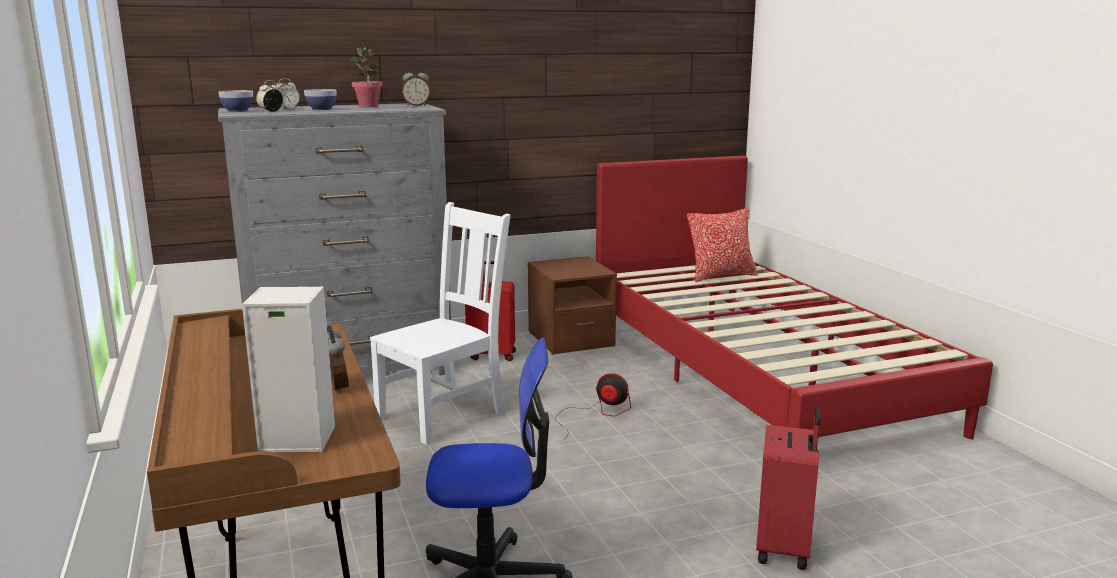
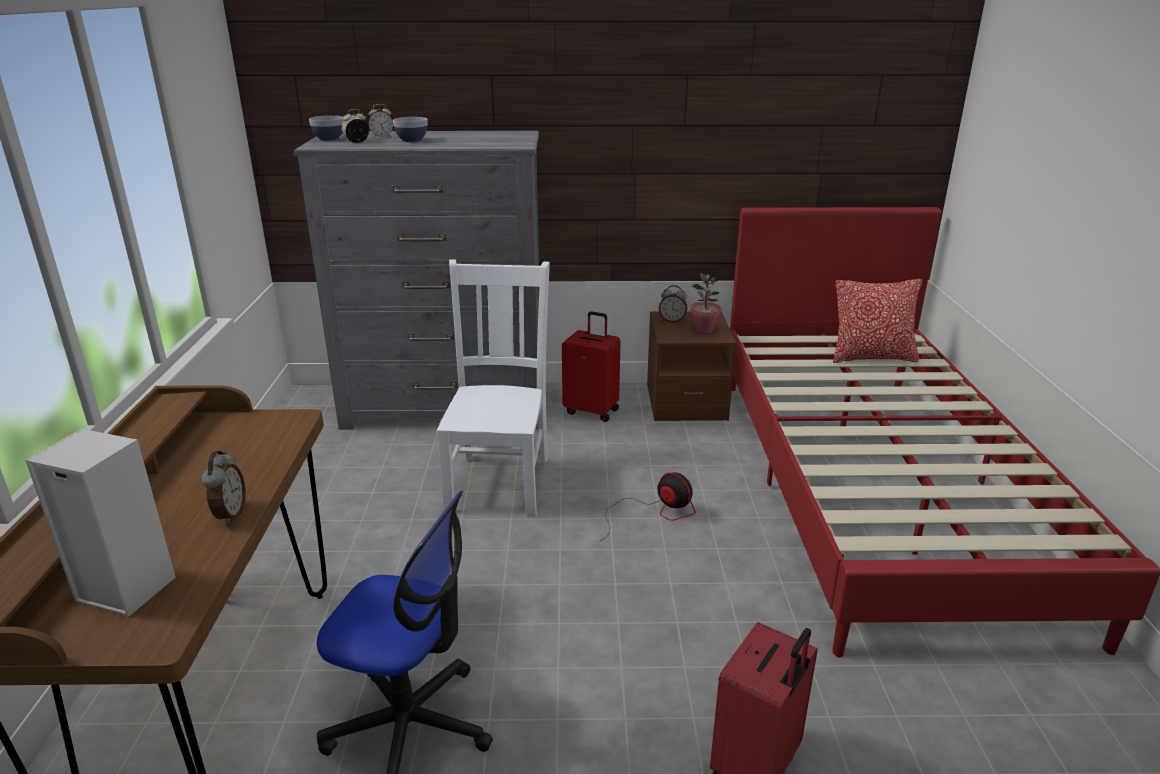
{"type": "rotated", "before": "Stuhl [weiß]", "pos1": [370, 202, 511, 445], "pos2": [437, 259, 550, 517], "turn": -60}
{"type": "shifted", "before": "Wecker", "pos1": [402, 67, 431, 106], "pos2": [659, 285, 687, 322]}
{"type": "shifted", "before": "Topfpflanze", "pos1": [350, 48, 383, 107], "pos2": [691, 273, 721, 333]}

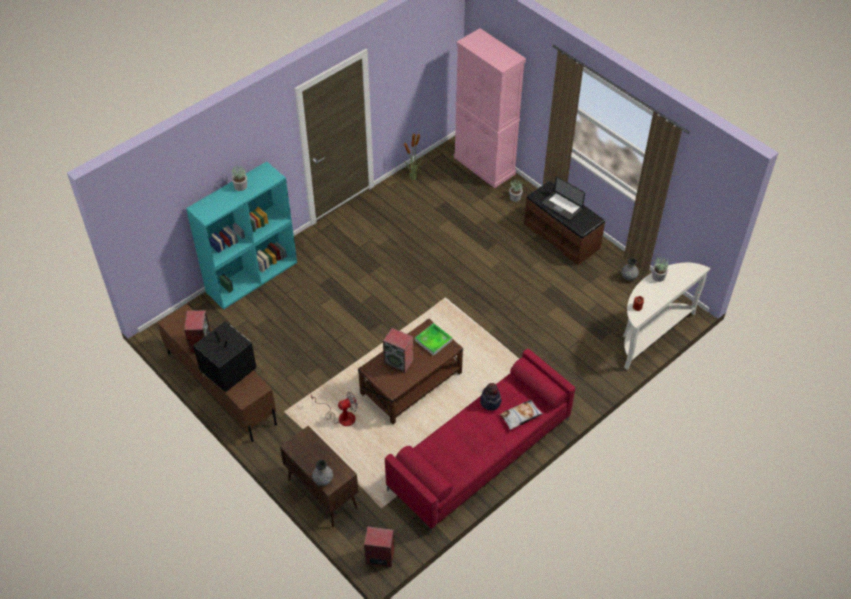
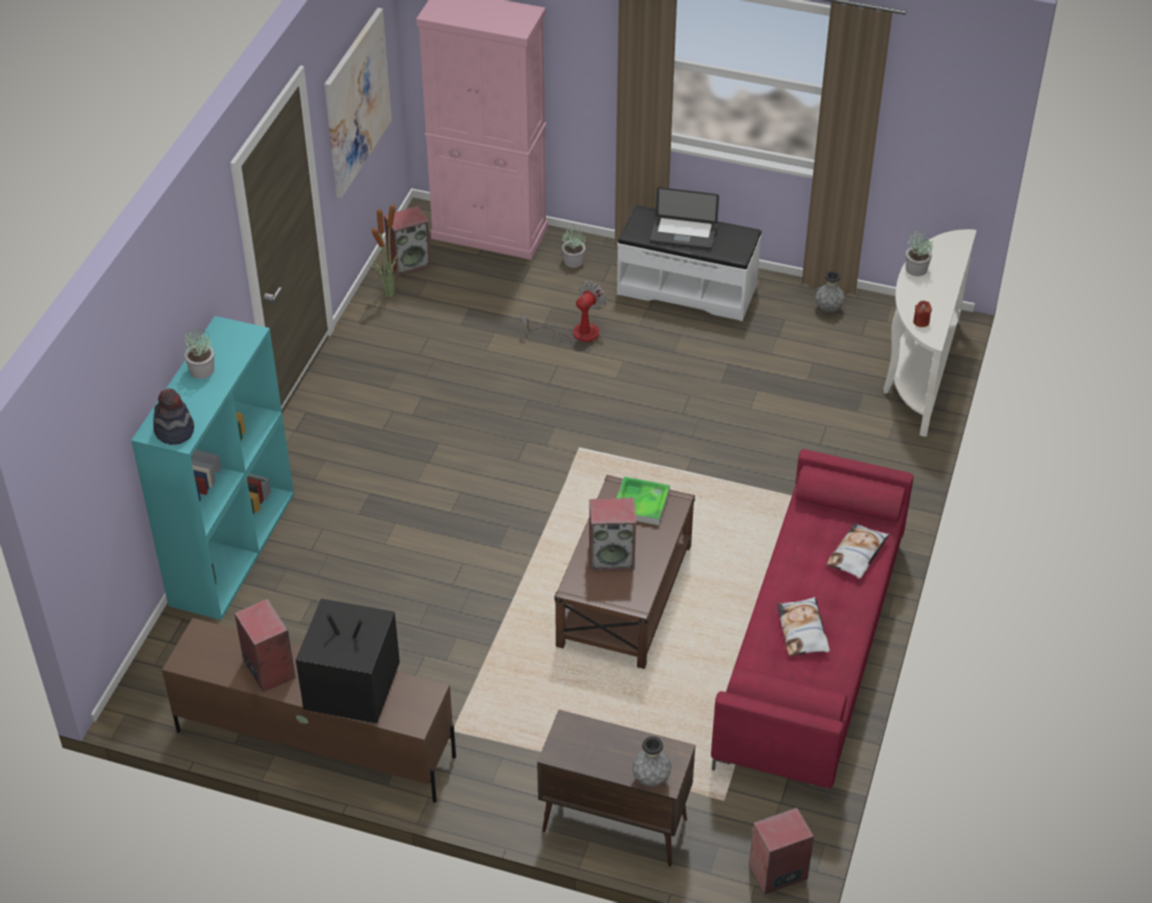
{"type": "shifted", "before": "Hut", "pos1": [480, 383, 501, 411], "pos2": [153, 389, 194, 445]}
{"type": "new", "after": "Bild", "pos2": [325, 8, 392, 198]}
{"type": "new", "after": "Lautsprecher", "pos2": [384, 206, 431, 276]}
{"type": "shifted", "before": "Ventilator", "pos1": [311, 392, 358, 426], "pos2": [522, 281, 607, 344]}
{"type": "repainted", "before": "Bank [braun]", "after": "Bank [weiß]", "pos1": [524, 181, 605, 265], "pos2": [617, 205, 762, 321]}
{"type": "new", "after": "Kissen", "pos2": [777, 597, 830, 656]}

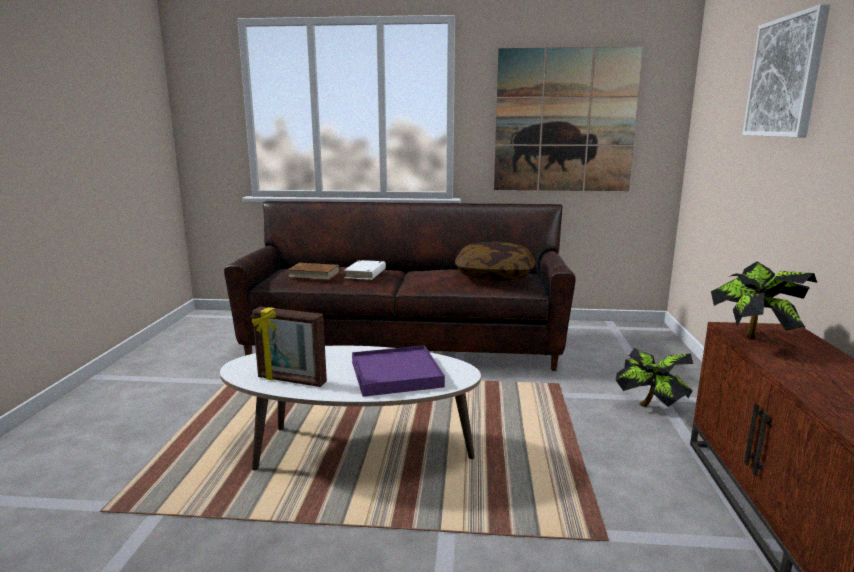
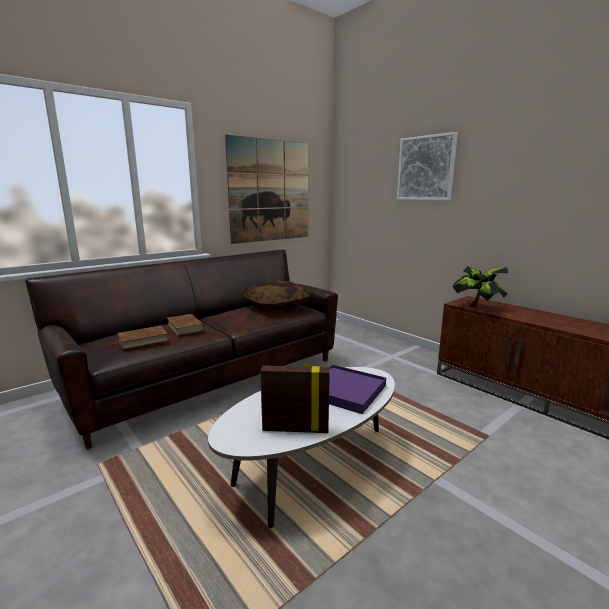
{"type": "repainted", "before": "Buch [weiß]", "after": "Buch [braun]", "pos1": [344, 260, 386, 280], "pos2": [167, 314, 204, 336]}
{"type": "rotated", "before": "Bilderrahmen", "pos1": [252, 307, 327, 387], "pos2": [260, 363, 330, 433], "turn": -150}
{"type": "gone", "before": "Topfpflanze", "pos1": [616, 348, 693, 407]}

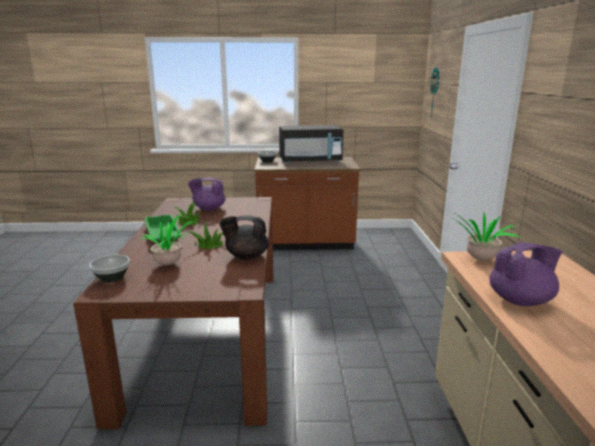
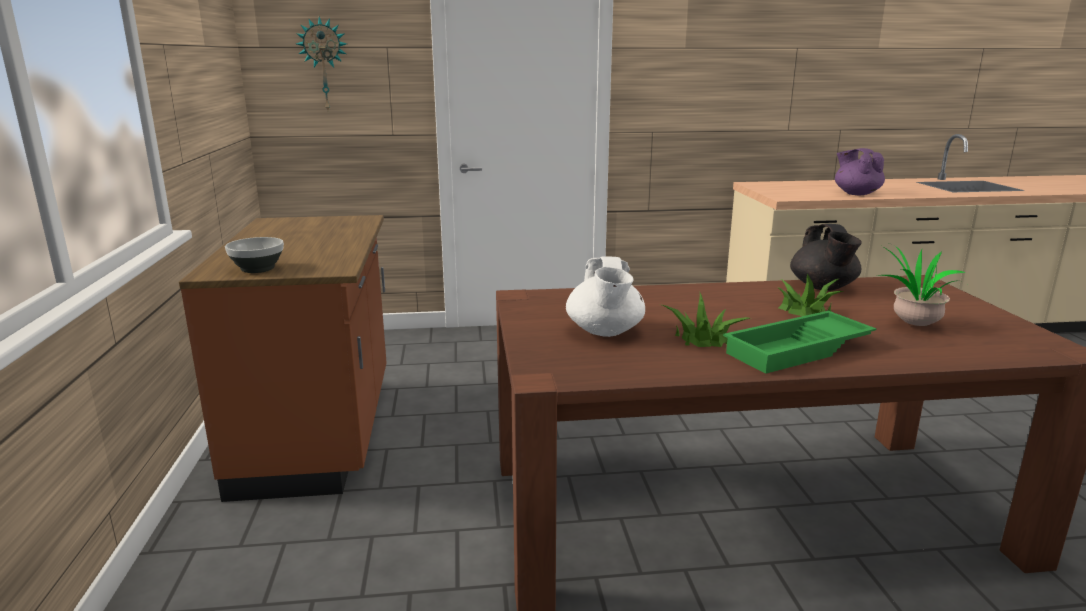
{"type": "repainted", "before": "Teekanne [lila]", "after": "Teekanne [weiß]", "pos1": [188, 177, 226, 211], "pos2": [566, 256, 645, 337]}
{"type": "gone", "before": "Schüssel", "pos1": [89, 255, 130, 283]}
{"type": "gone", "before": "Mikrowelle [schwarz]", "pos1": [279, 125, 343, 164]}
{"type": "gone", "before": "Topfpflanze", "pos1": [454, 213, 520, 261]}

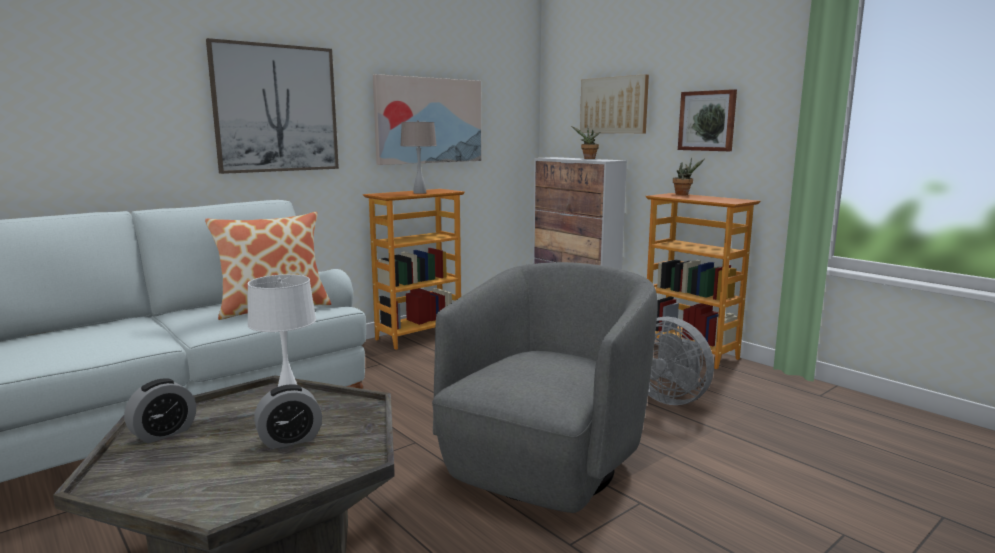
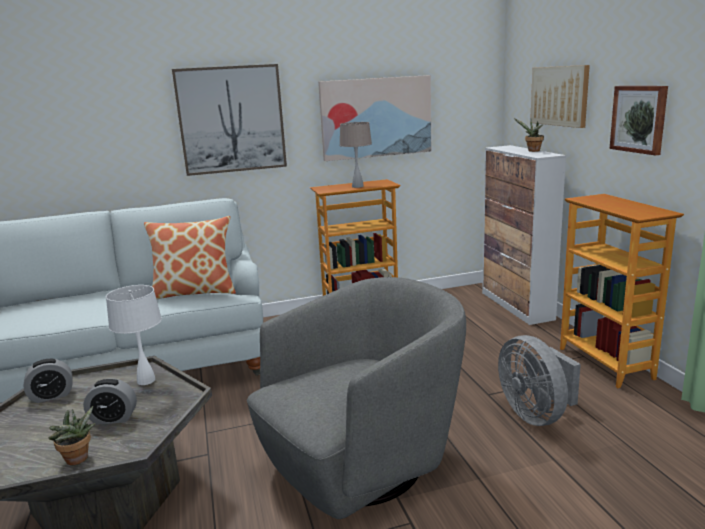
{"type": "shifted", "before": "Topfpflanze", "pos1": [673, 158, 704, 195], "pos2": [48, 406, 96, 465]}

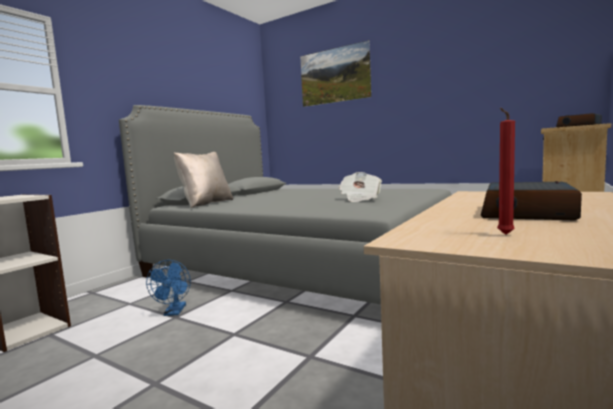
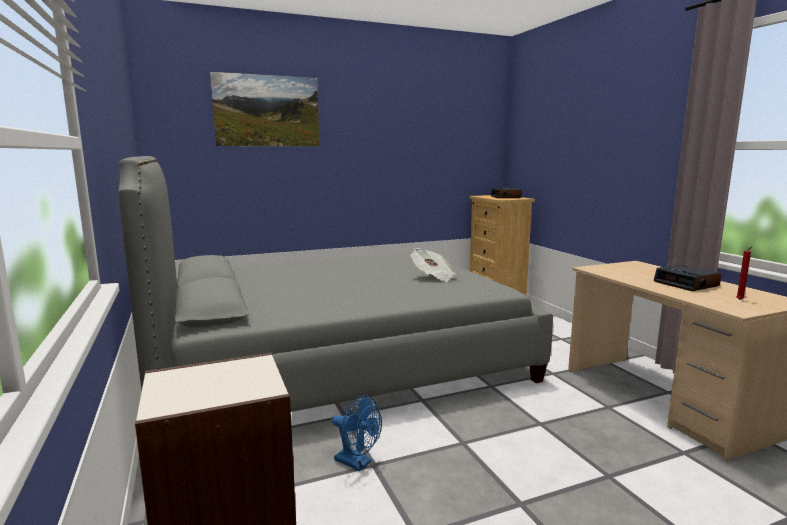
{"type": "gone", "before": "Kissen [beige]", "pos1": [174, 152, 233, 208]}

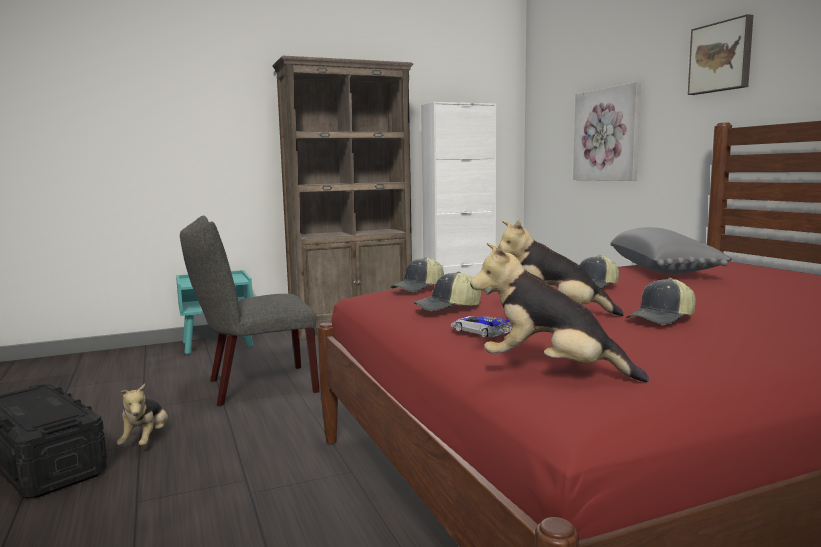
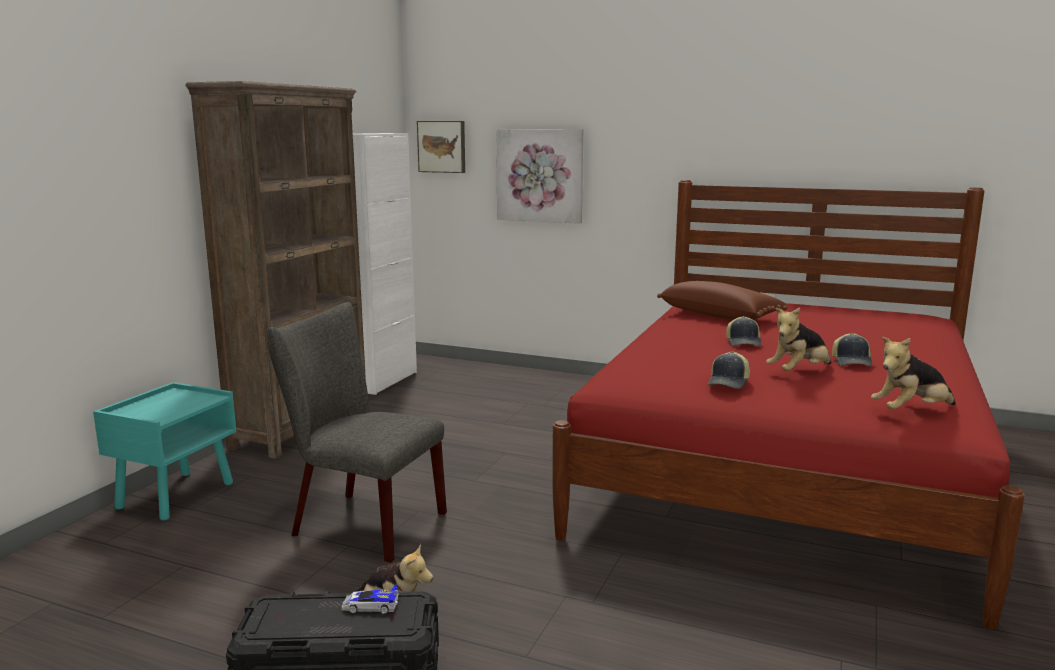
{"type": "rotated", "before": "Stuhl [grau]", "pos1": [180, 216, 320, 406], "pos2": [267, 302, 447, 563], "turn": 90}
{"type": "shifted", "before": "Spielzeugauto", "pos1": [451, 316, 512, 337], "pos2": [342, 585, 399, 614]}
{"type": "shifted", "before": "Bild", "pos1": [688, 14, 753, 95], "pos2": [417, 121, 465, 173]}
{"type": "repainted", "before": "Kissen [grau]", "after": "Kissen [braun]", "pos1": [610, 227, 732, 274], "pos2": [657, 281, 788, 320]}
{"type": "gone", "before": "Kappe", "pos1": [391, 257, 444, 292]}

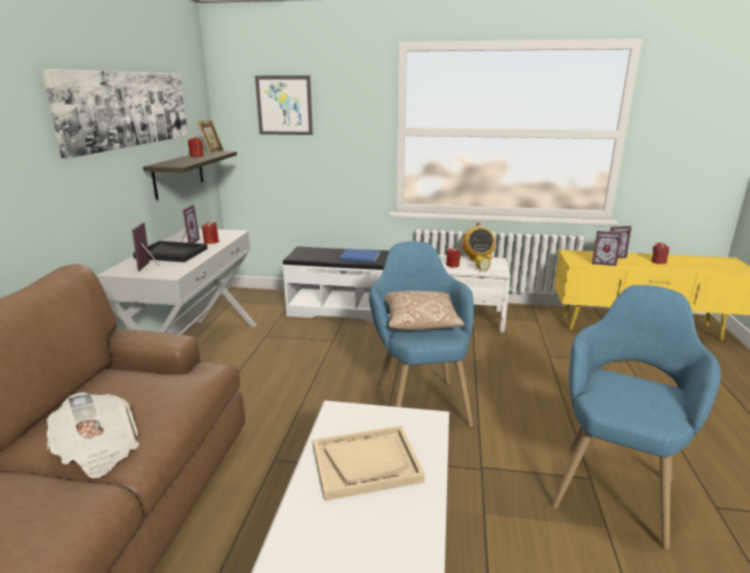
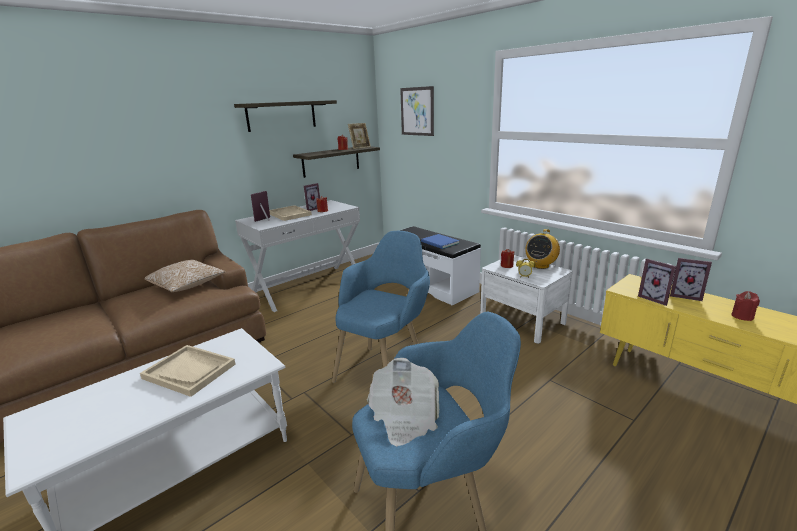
{"type": "shifted", "before": "Kissen", "pos1": [385, 291, 465, 330], "pos2": [144, 260, 226, 292]}
{"type": "swapped", "before": "Bild", "after": "Wandregal", "pos1": [41, 69, 188, 159], "pos2": [234, 100, 337, 132]}
{"type": "repainted", "before": "Tablett [schwarz]", "after": "Tablett [beige]", "pos1": [133, 241, 208, 262], "pos2": [269, 205, 312, 221]}
{"type": "shifted", "before": "Zeitung", "pos1": [47, 392, 139, 478], "pos2": [367, 358, 439, 446]}

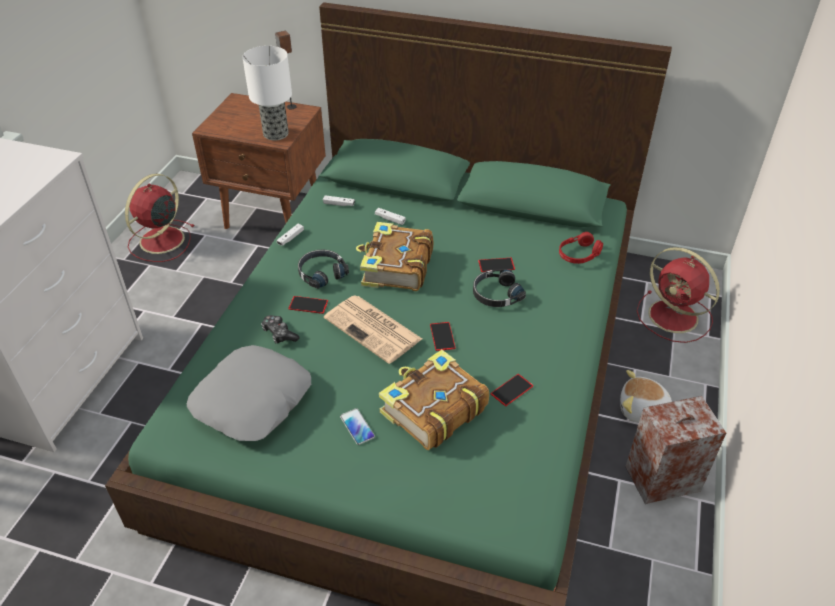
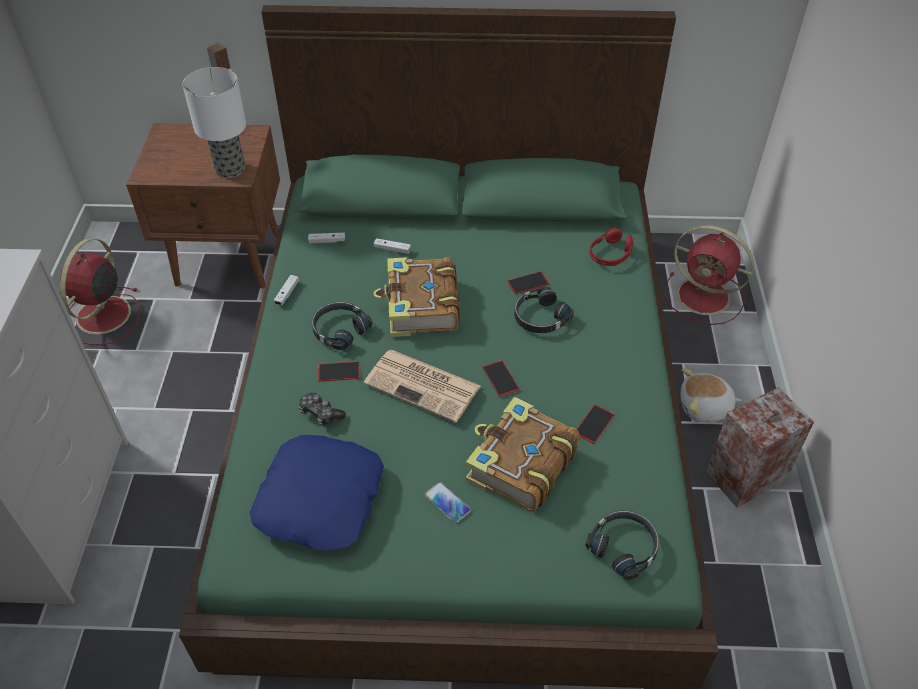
{"type": "repainted", "before": "Kissen [grau]", "after": "Kissen [blau]", "pos1": [187, 345, 311, 441], "pos2": [250, 435, 384, 551]}
{"type": "new", "after": "Kopfhörer [schwarz]", "pos2": [585, 510, 659, 580]}

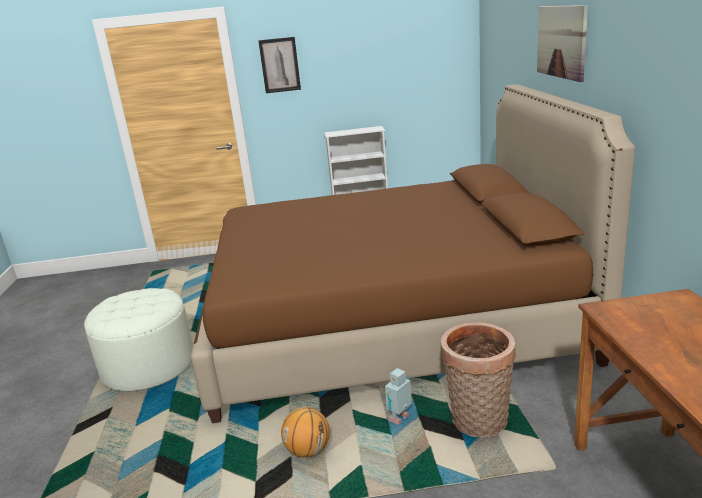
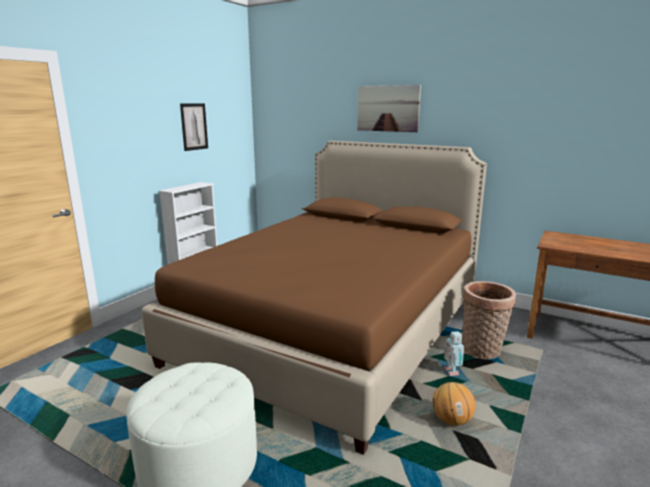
{"type": "shifted", "before": "Bild", "pos1": [258, 37, 301, 93], "pos2": [180, 103, 208, 151]}

